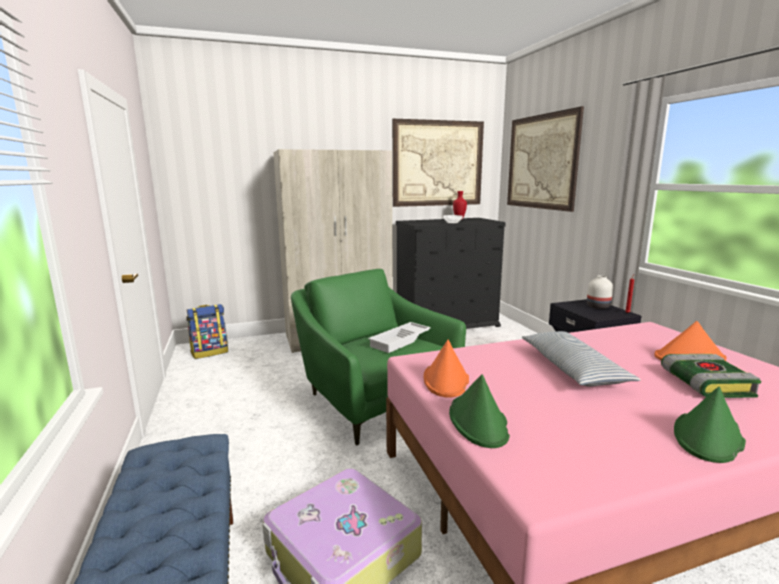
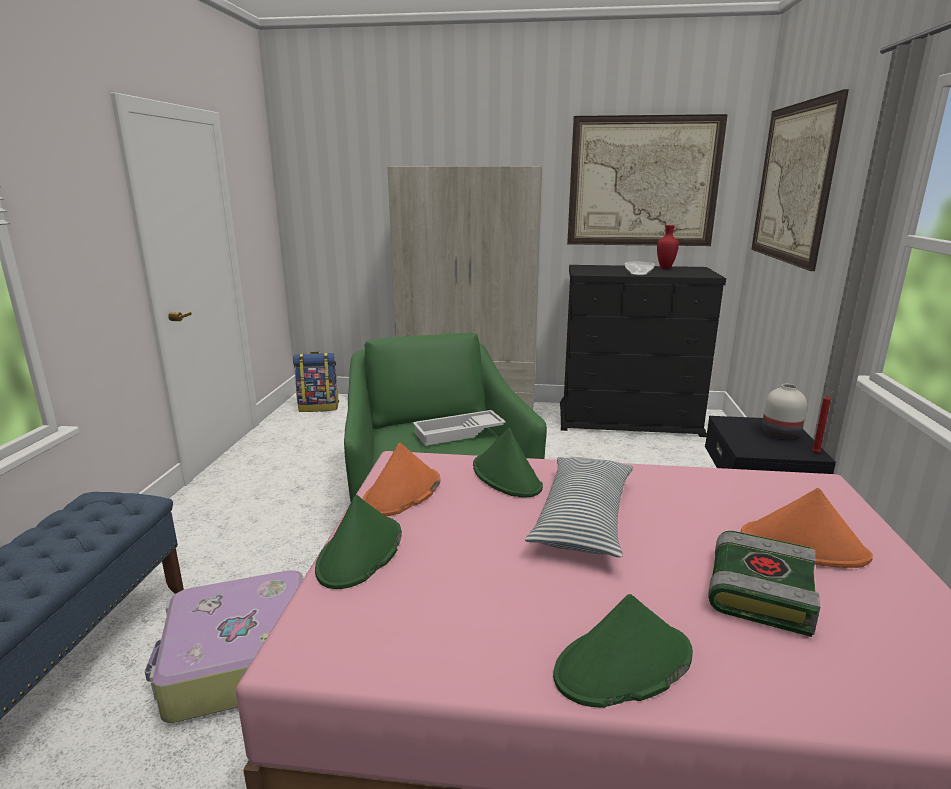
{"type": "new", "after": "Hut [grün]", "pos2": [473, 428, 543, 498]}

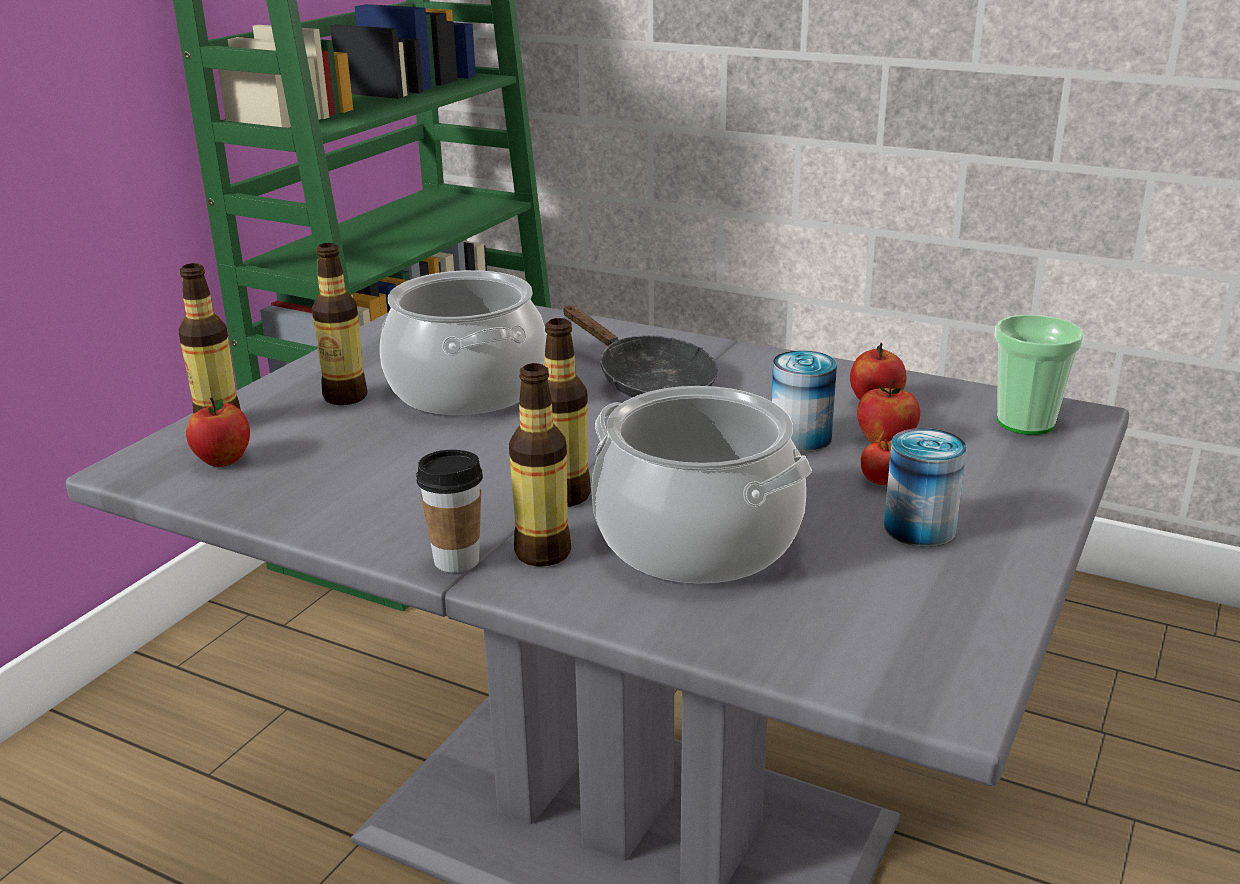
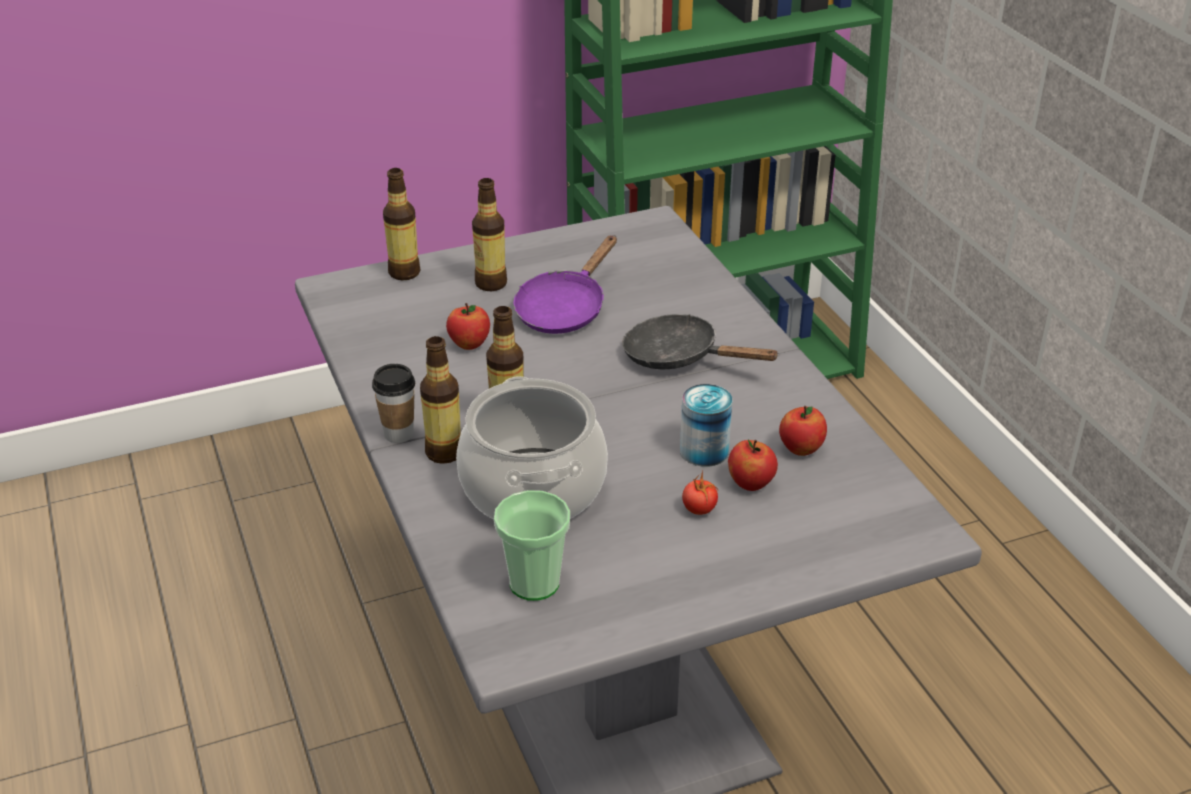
{"type": "shifted", "before": "Apfel", "pos1": [186, 397, 250, 467], "pos2": [446, 303, 490, 350]}
{"type": "shifted", "before": "Tasse", "pos1": [994, 315, 1084, 435], "pos2": [494, 490, 570, 601]}
{"type": "swapped", "before": "Kochtopf", "after": "Pfanne [lila]", "pos1": [380, 270, 547, 415], "pos2": [513, 235, 617, 334]}
{"type": "rotated", "before": "Pfanne [schwarz]", "pos1": [563, 306, 718, 397], "pos2": [622, 314, 780, 369], "turn": 120}
{"type": "gone", "before": "Dose", "pos1": [884, 428, 967, 547]}

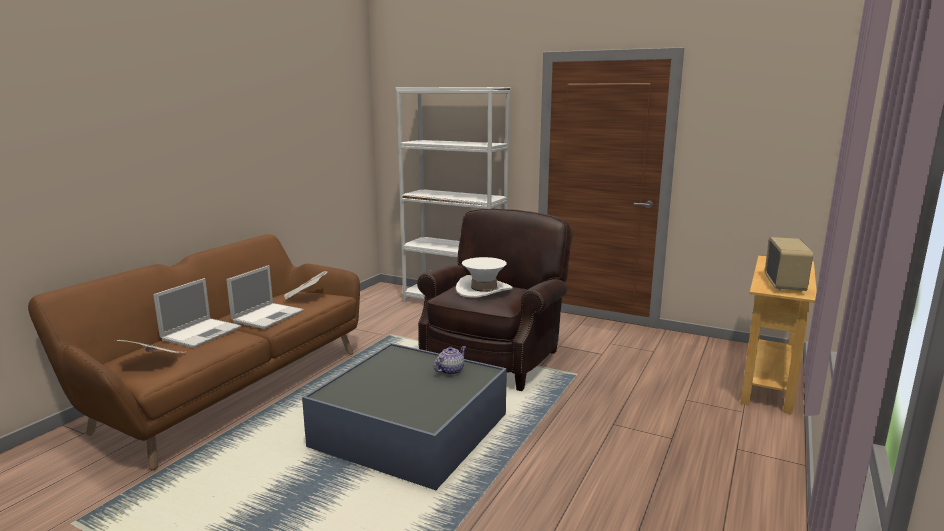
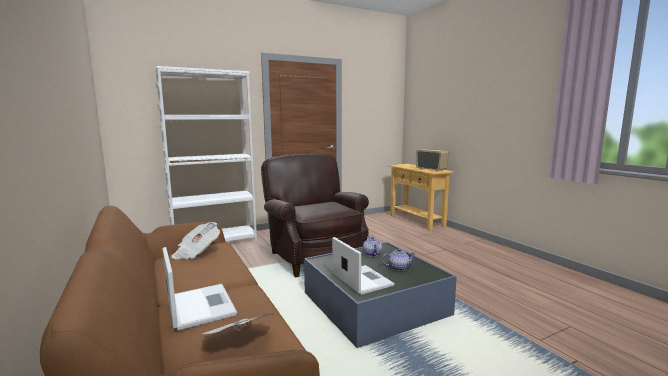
{"type": "shifted", "before": "Laptop", "pos1": [227, 265, 304, 329], "pos2": [332, 237, 395, 295]}
{"type": "new", "after": "Teekanne", "pos2": [382, 249, 415, 271]}
{"type": "gone", "before": "Hut [weiß]", "pos1": [456, 257, 513, 298]}

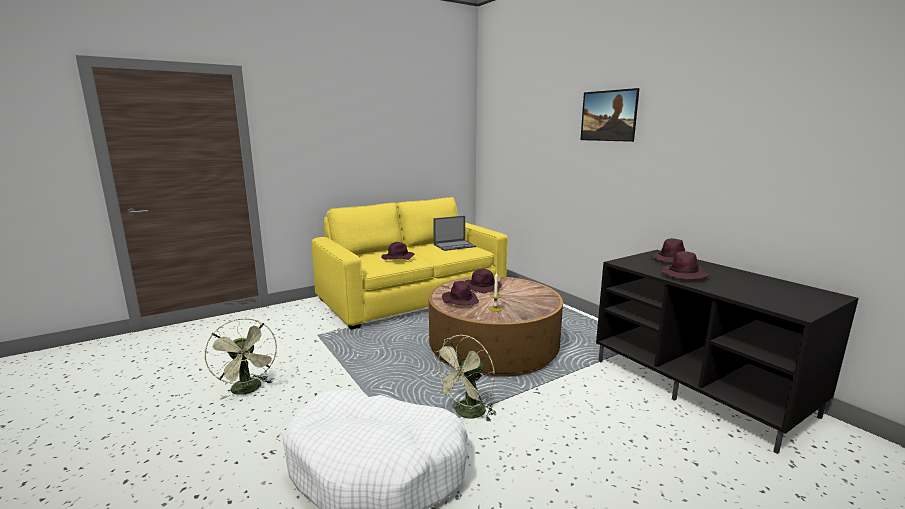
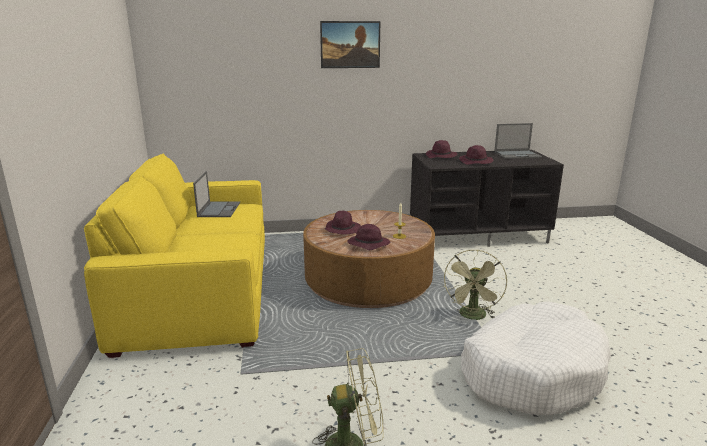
{"type": "rotated", "before": "Ventilator [grün]", "pos1": [431, 335, 496, 421], "pos2": [443, 250, 507, 320], "turn": 45}
{"type": "new", "after": "Laptop", "pos2": [494, 123, 542, 159]}
{"type": "gone", "before": "Hut [lila]", "pos1": [381, 242, 414, 260]}

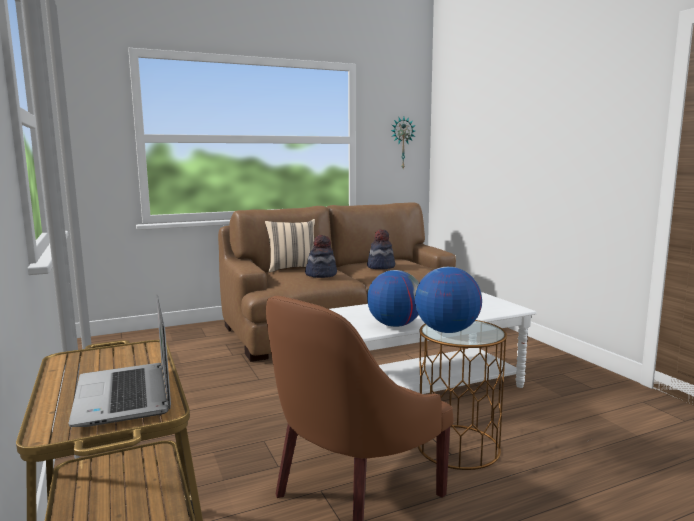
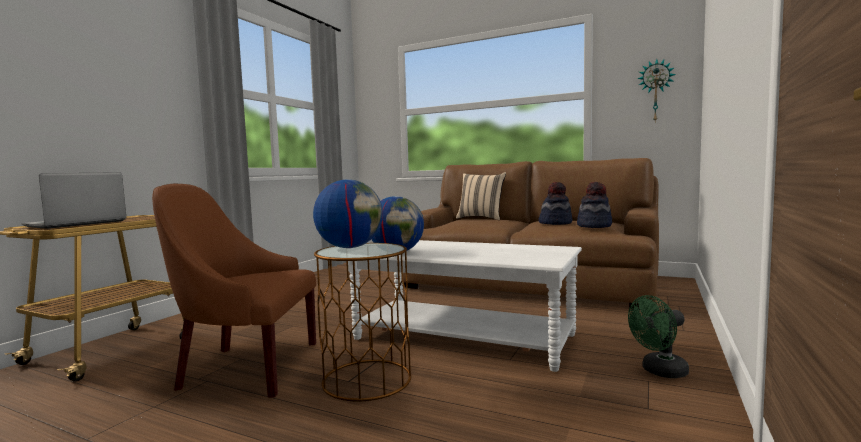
{"type": "shifted", "before": "Hut", "pos1": [305, 235, 337, 278], "pos2": [577, 182, 612, 228]}
{"type": "new", "after": "Ventilator [grün]", "pos2": [628, 295, 689, 378]}

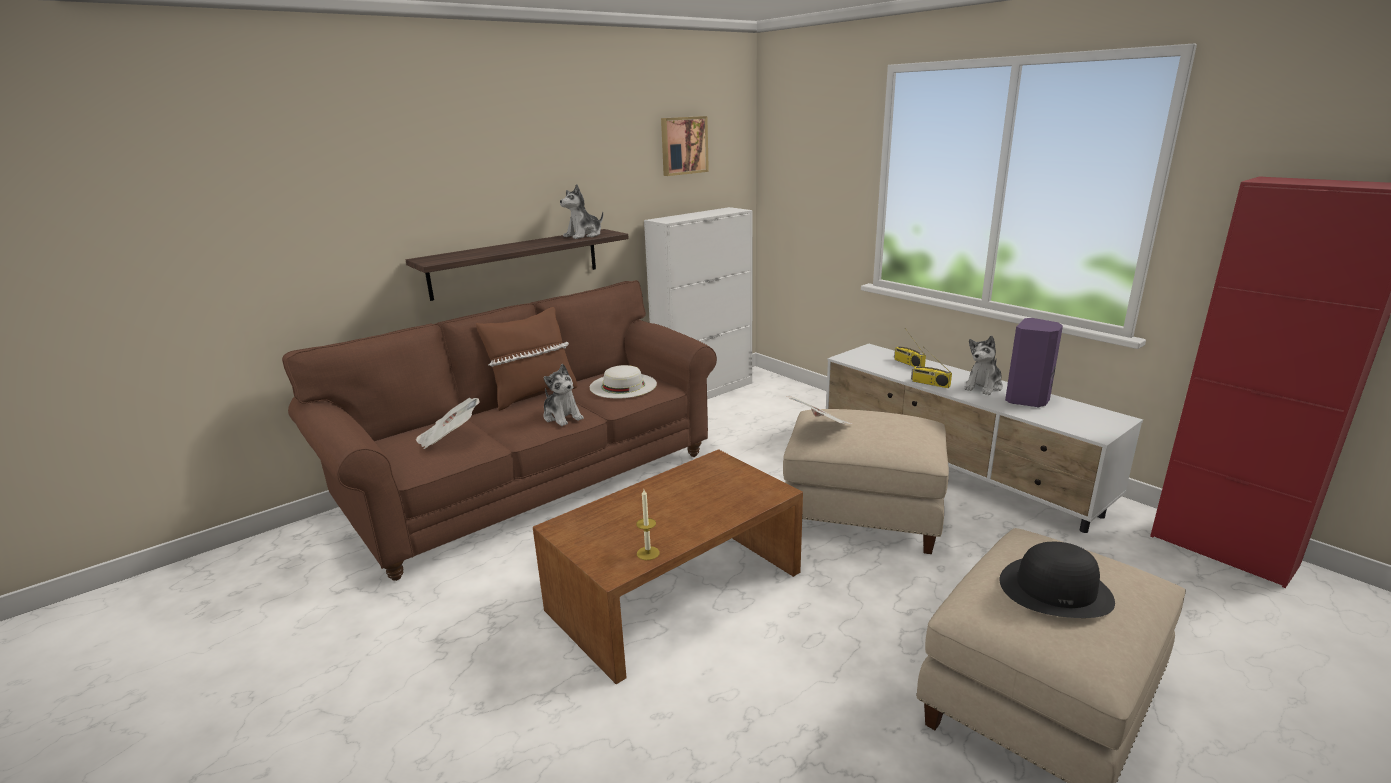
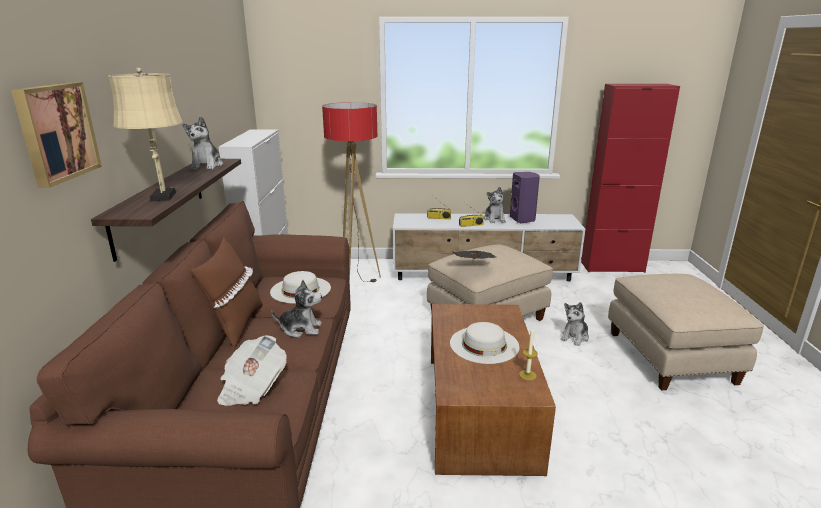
{"type": "shifted", "before": "Bild", "pos1": [661, 116, 709, 176], "pos2": [11, 82, 102, 188]}
{"type": "new", "after": "Tischlampe [beige]", "pos2": [108, 68, 183, 201]}
{"type": "new", "after": "Stehlampe", "pos2": [322, 102, 381, 282]}
{"type": "new", "after": "Hut [weiß]", "pos2": [450, 322, 519, 364]}
{"type": "new", "after": "Plüschtier", "pos2": [561, 302, 589, 346]}
{"type": "gone", "before": "Hut [schwarz]", "pos1": [1000, 542, 1115, 618]}

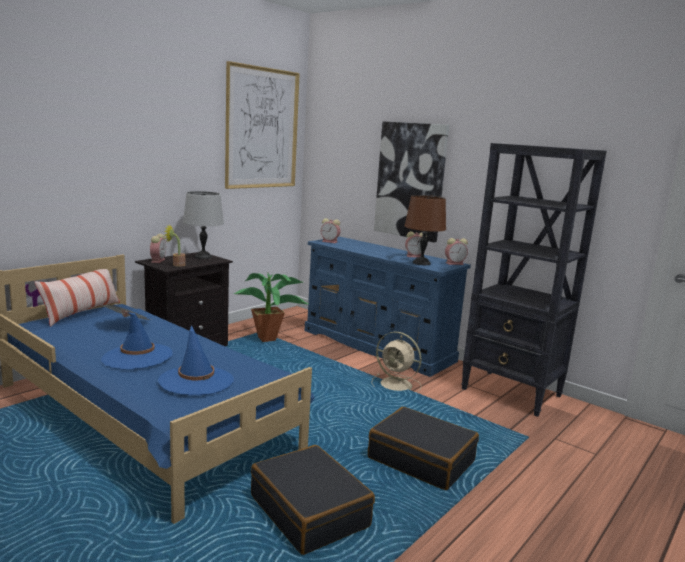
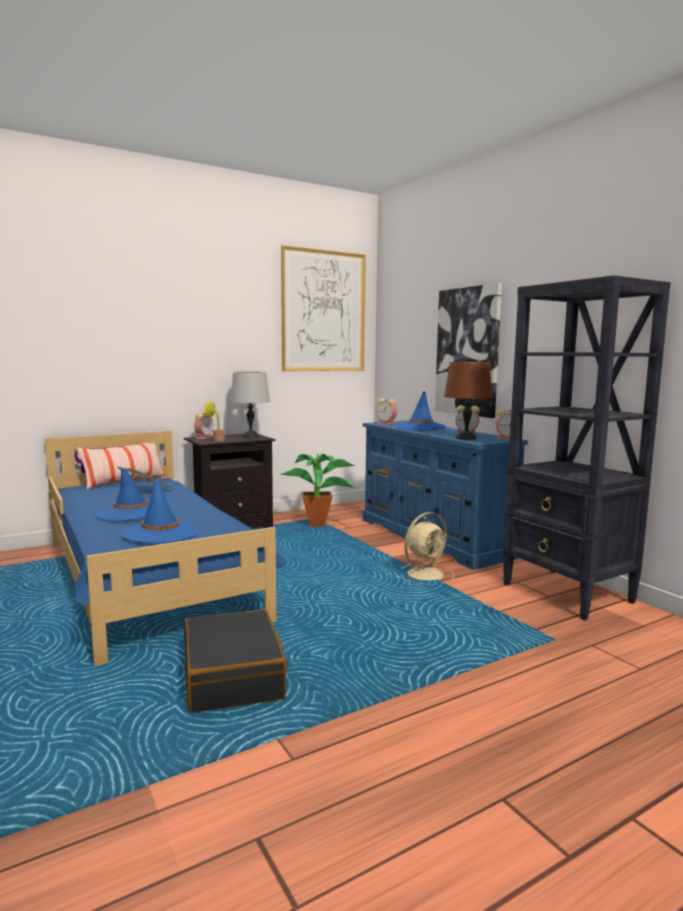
{"type": "new", "after": "Hut [blau]", "pos2": [396, 391, 446, 431]}
{"type": "rotated", "before": "Ventilator [beige]", "pos1": [371, 332, 422, 393], "pos2": [397, 512, 454, 584], "turn": -90}
{"type": "gone", "before": "Koffer [schwarz]", "pos1": [368, 407, 479, 490]}

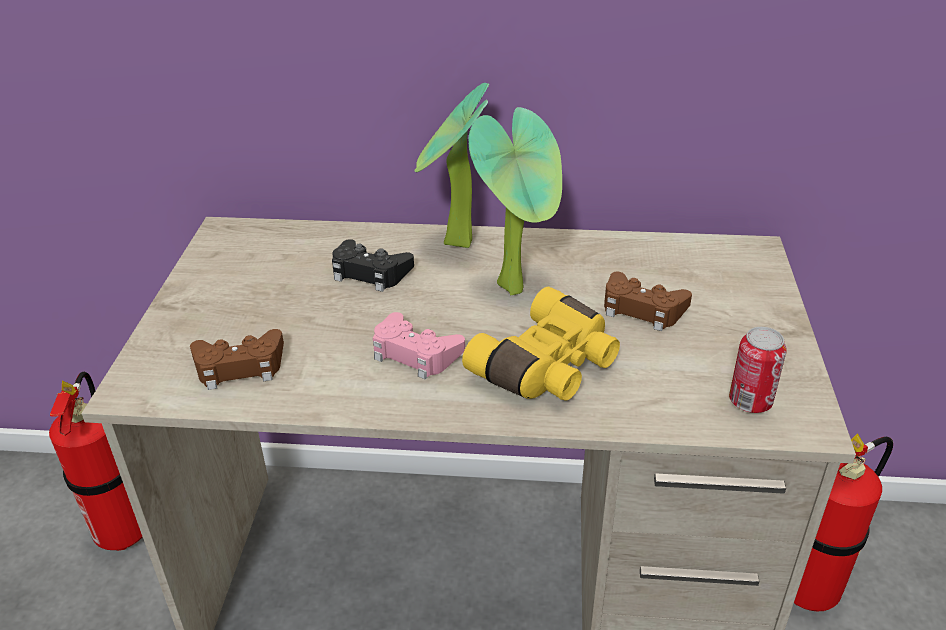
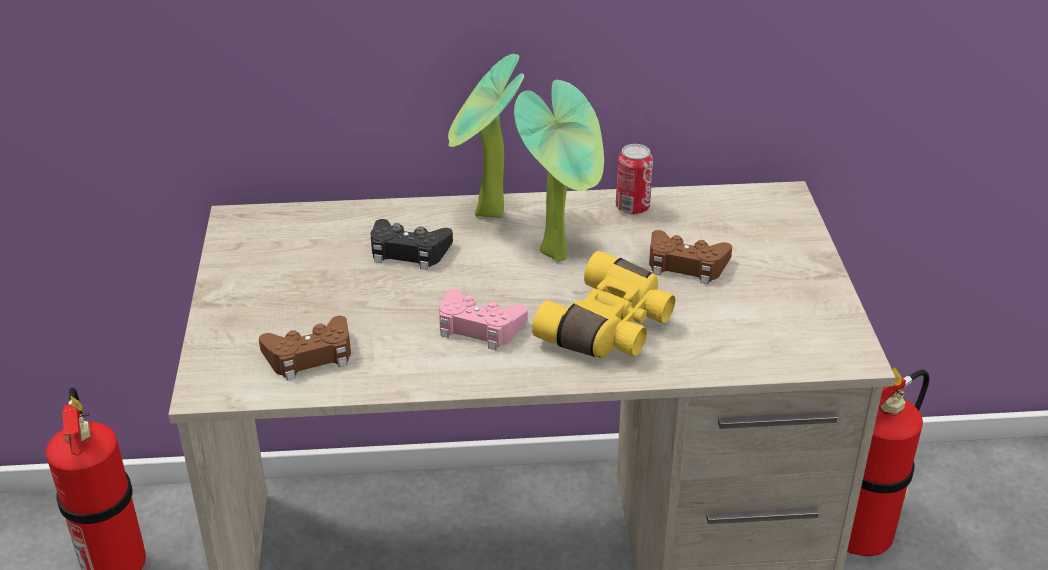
{"type": "shifted", "before": "Dose", "pos1": [729, 327, 787, 413], "pos2": [616, 144, 653, 214]}

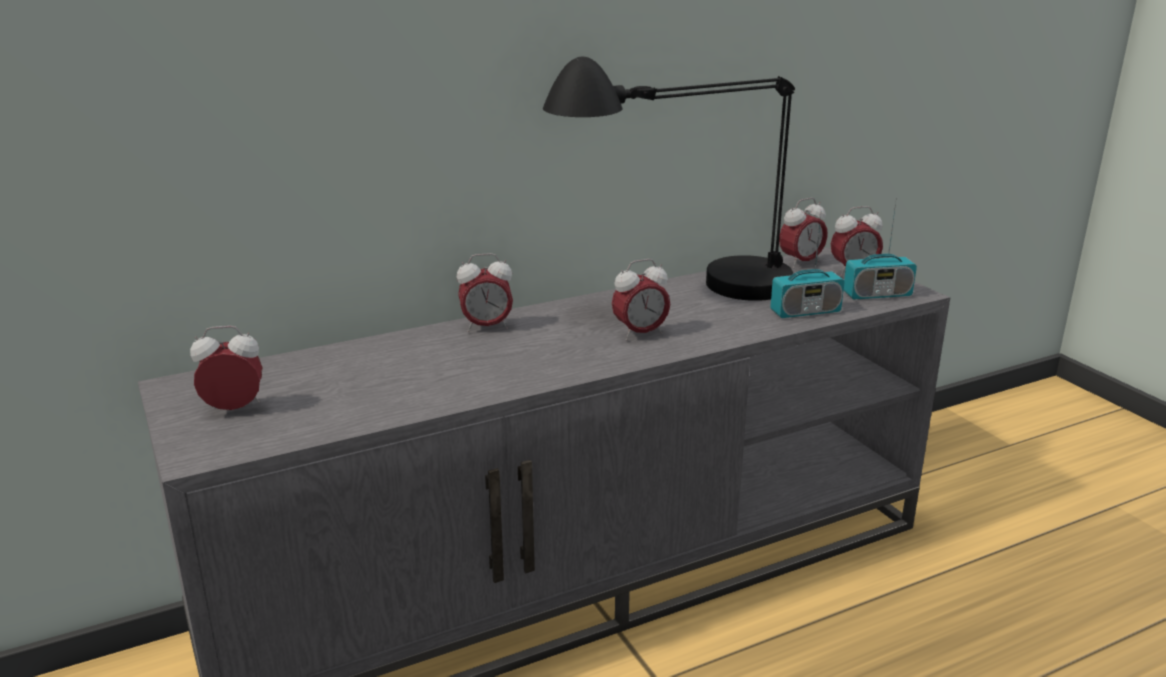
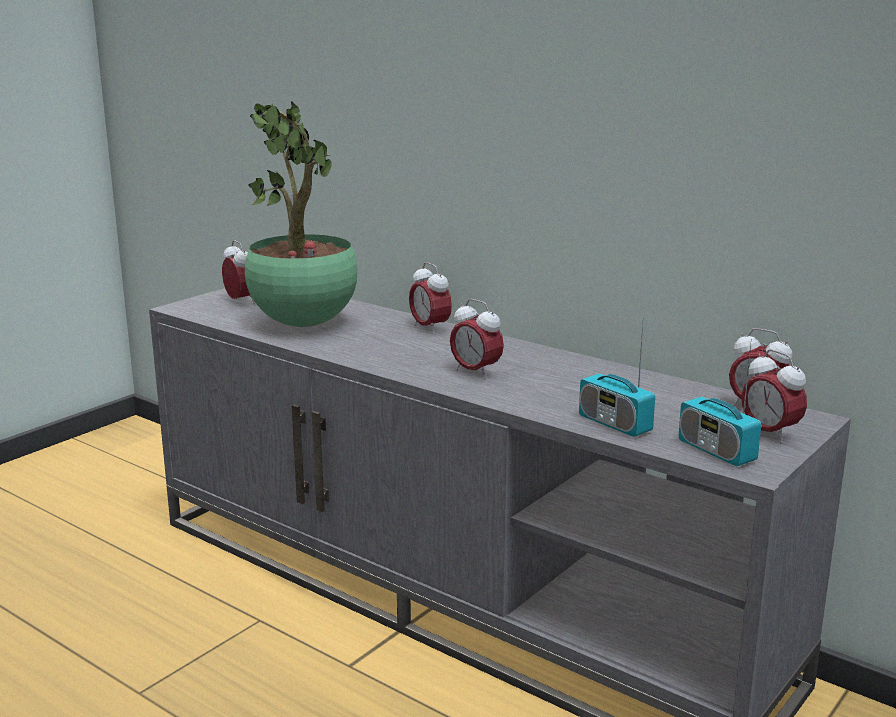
{"type": "new", "after": "Topfpflanze", "pos2": [245, 102, 357, 327]}
{"type": "gone", "before": "Tischlampe [schwarz]", "pos1": [543, 56, 795, 301]}

